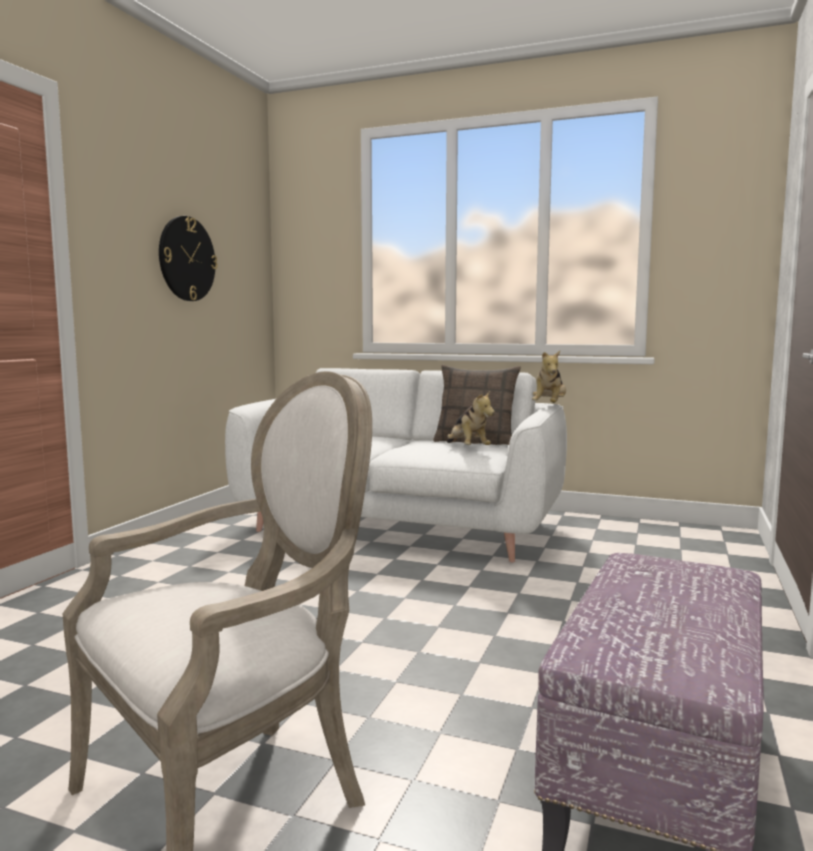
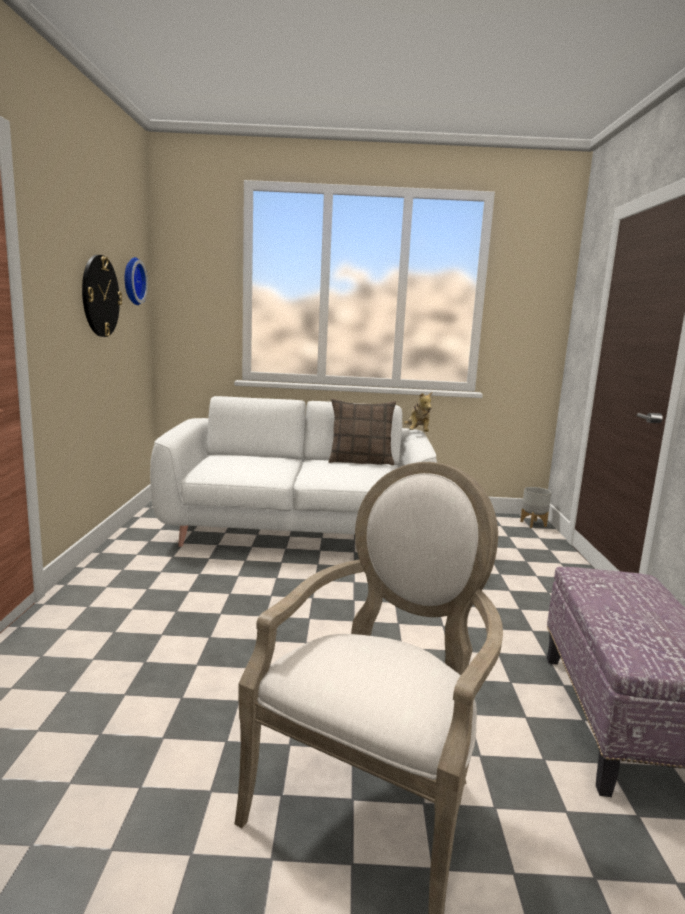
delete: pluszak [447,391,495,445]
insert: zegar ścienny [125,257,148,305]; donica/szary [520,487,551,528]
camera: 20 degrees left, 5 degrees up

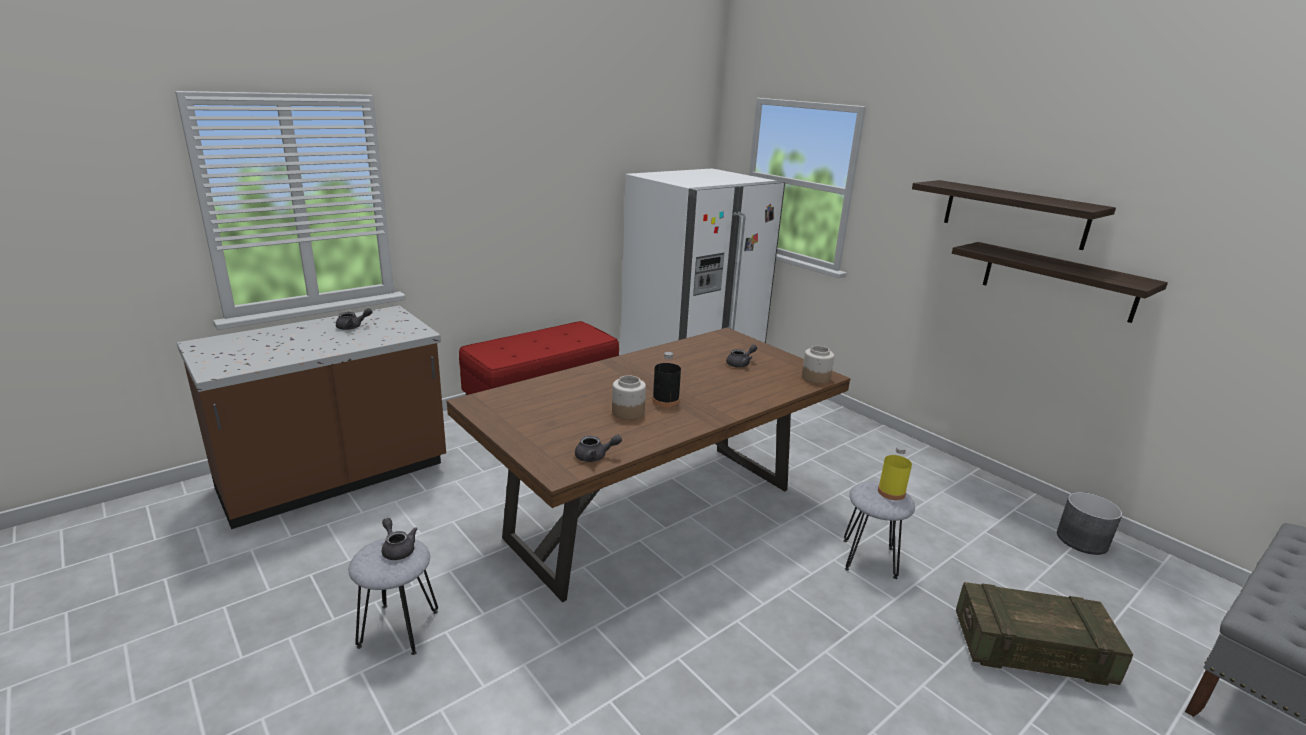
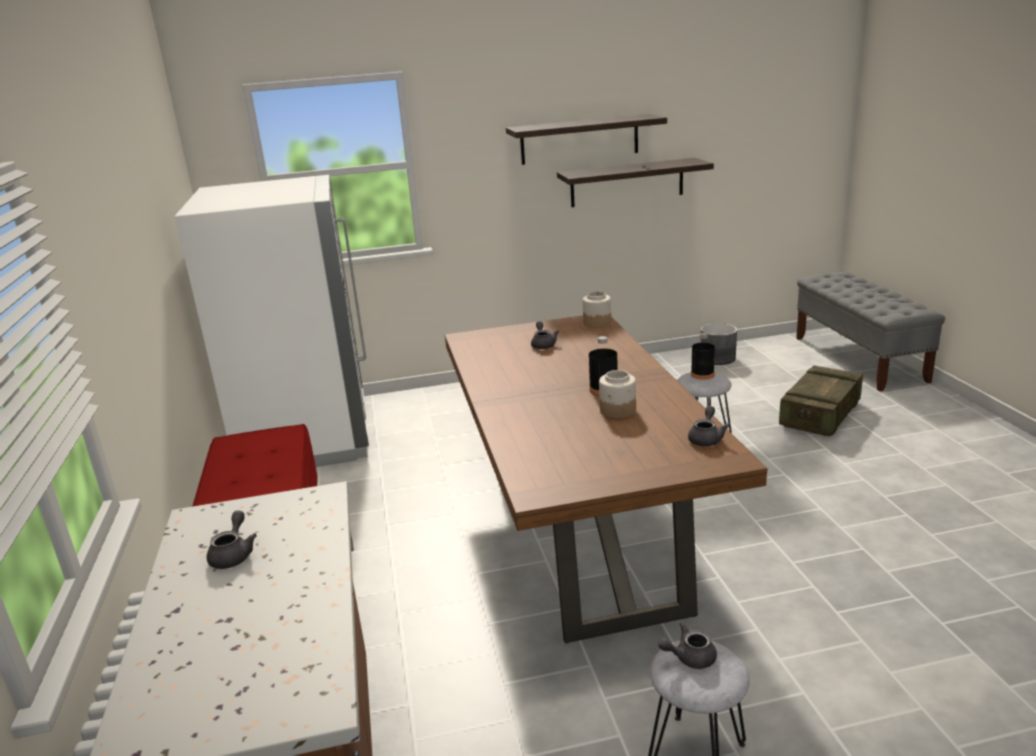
recolor: butelka/żółty [878,446,912,500] to butelka/czarny [691,333,715,380]
camera: 60 degrees left, 0 degrees up

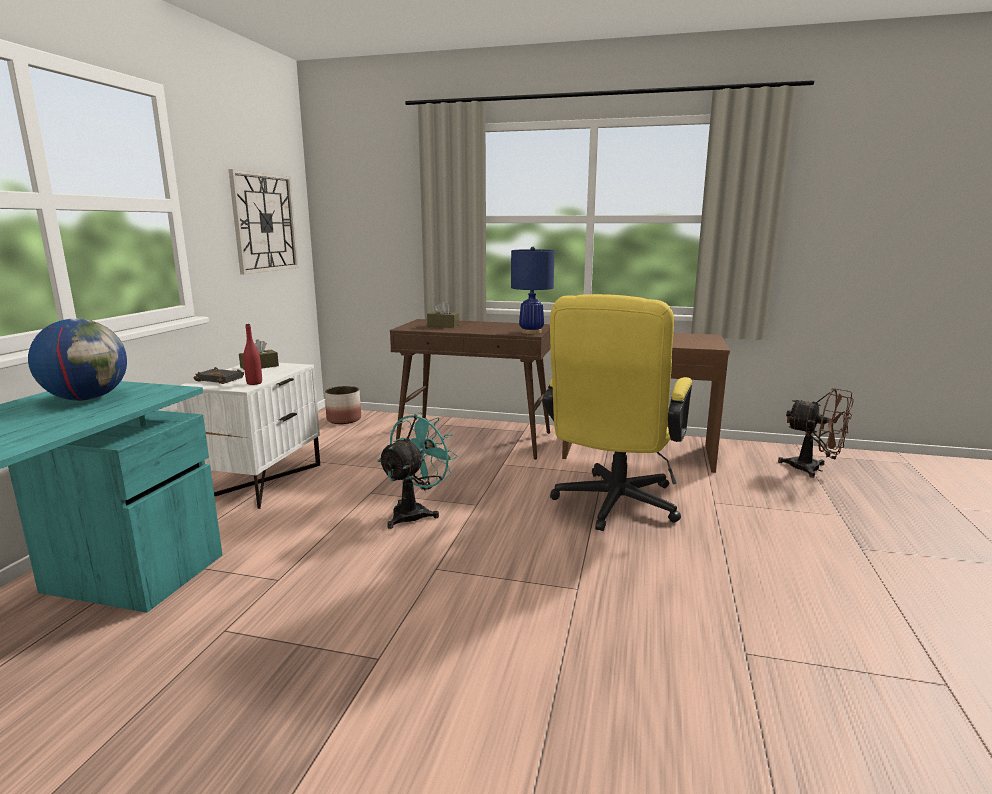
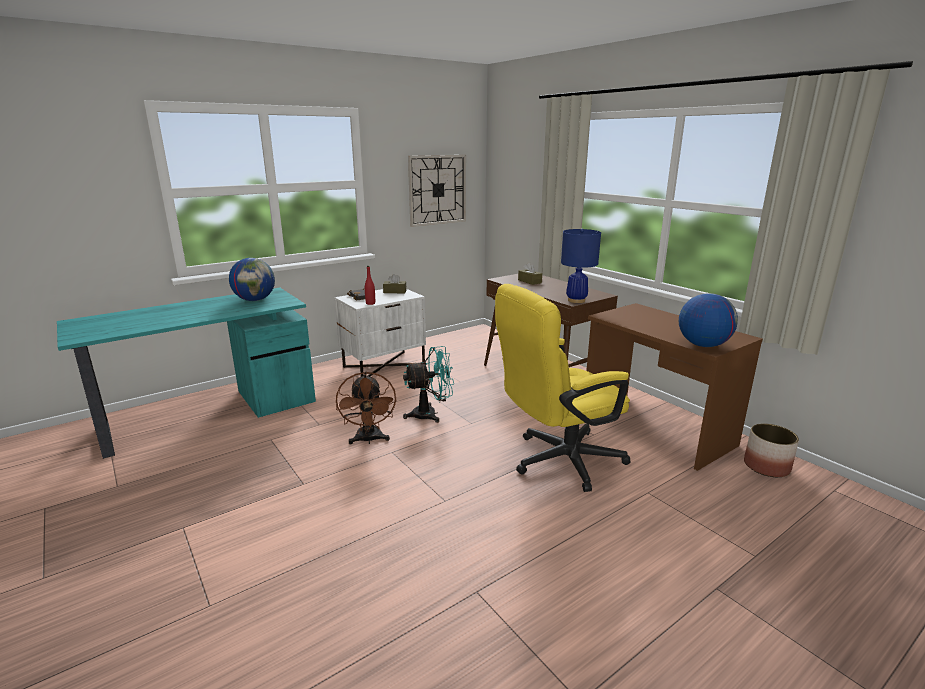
insert: globus [679,293,738,347]
move: donica [325,386,361,424] to [744,423,799,477]; wentylator/brązowy [778,388,854,478] to [336,372,397,444]
camera: 40 degrees right, 5 degrees up

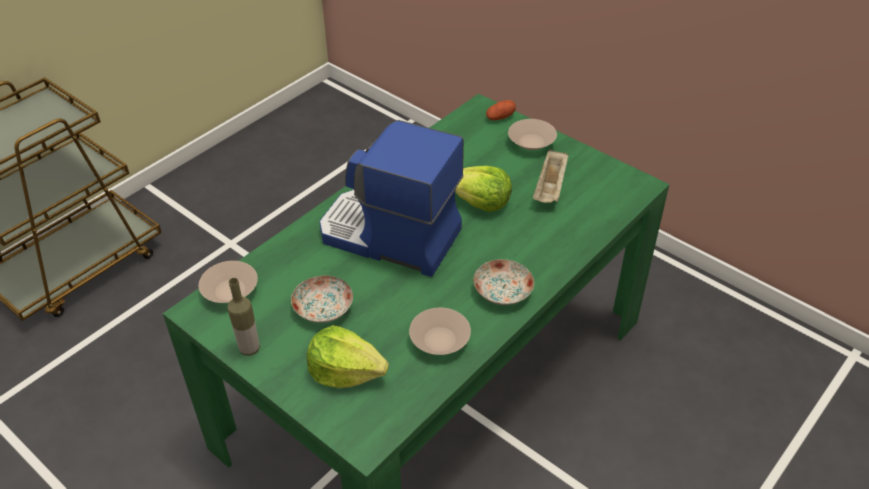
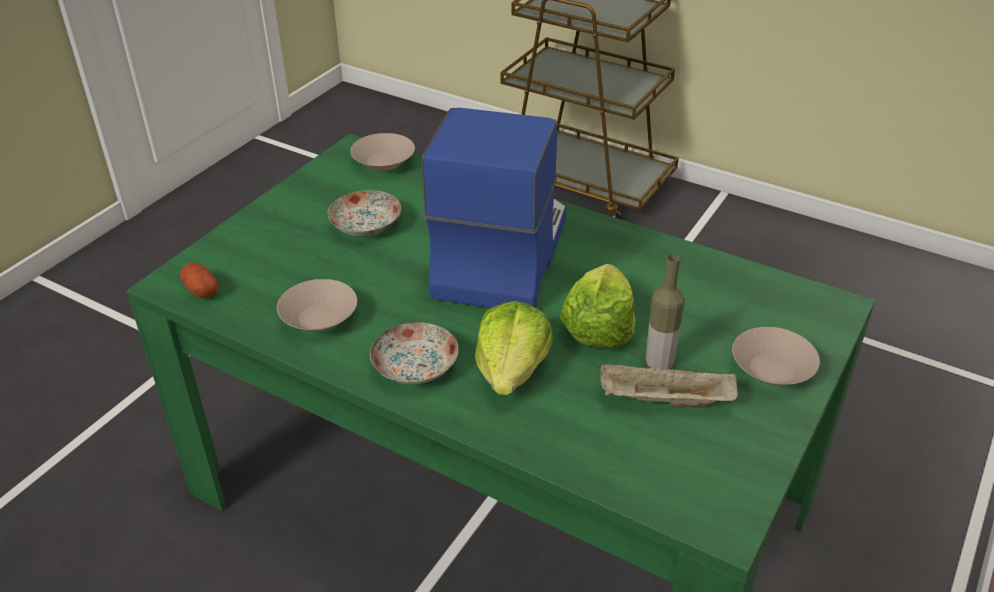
move: butelka [227,278,260,355] to [646,254,685,370]; sałata [307,325,389,388] to [475,301,553,395]; ziemniak [486,100,516,121] to [180,263,219,298]
camera: 80 degrees right, 5 degrees down

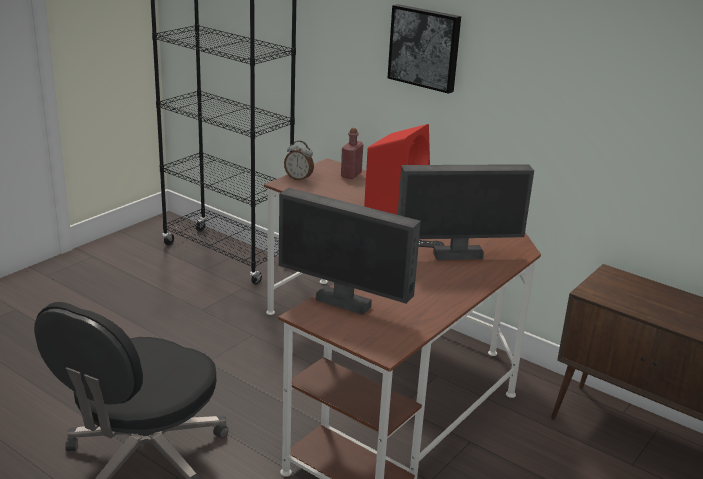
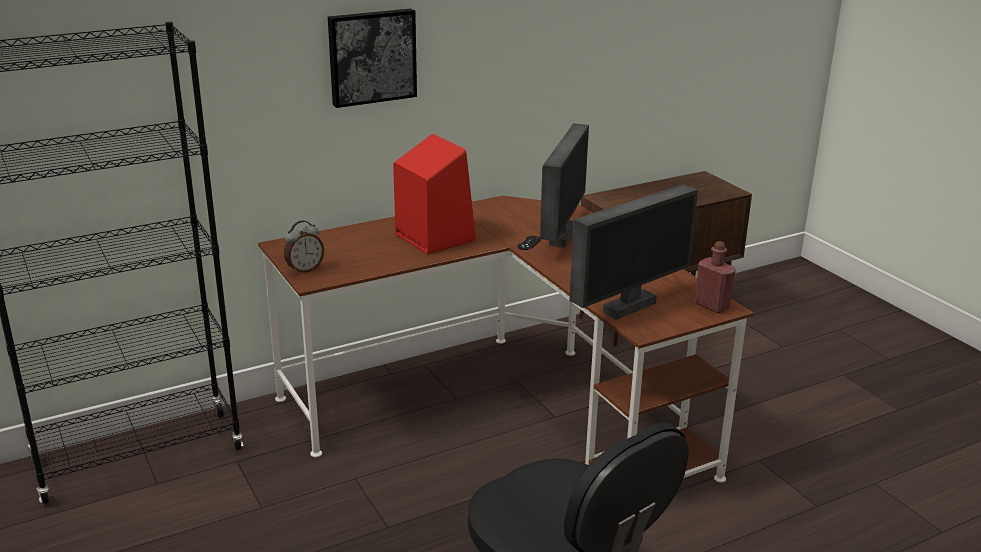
move: butelka/czerwony [341,128,363,179] to [695,241,736,313]
camera: 65 degrees left, 0 degrees up

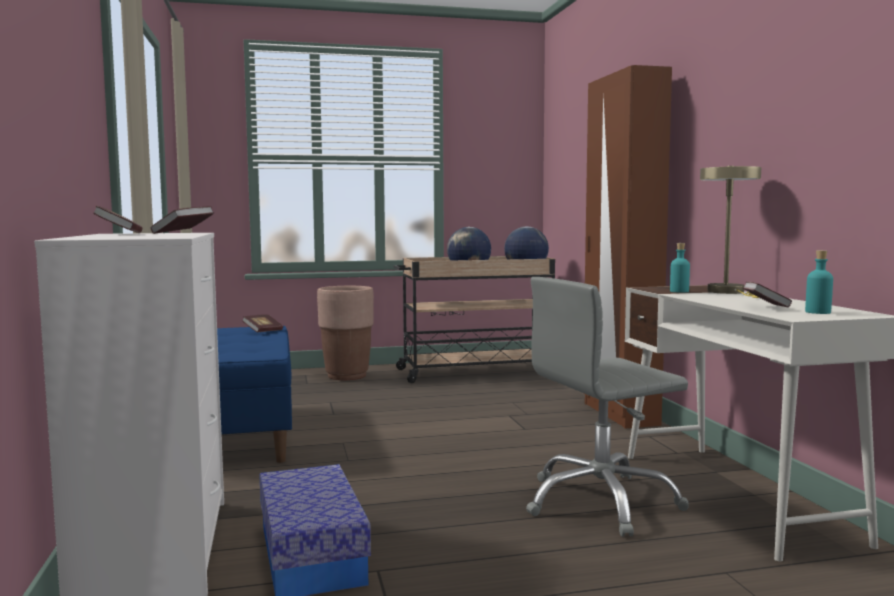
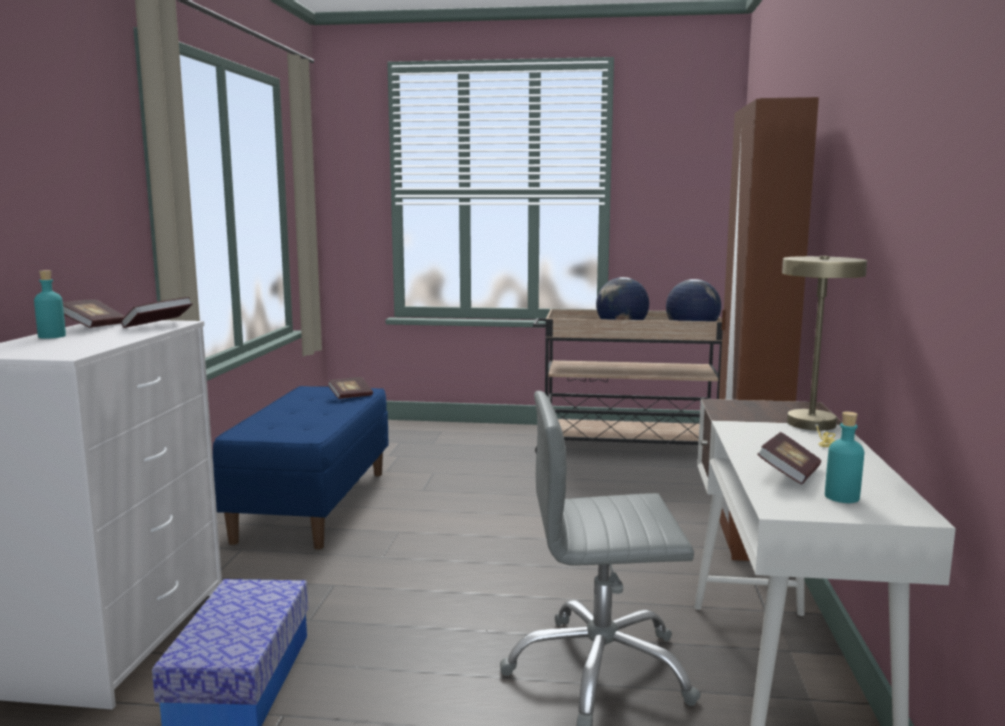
delete: donica/brązowy [317,286,374,380]
move: butelka/turkusowy [670,243,690,293] to [34,270,66,339]
camera: 20 degrees right, 5 degrees up

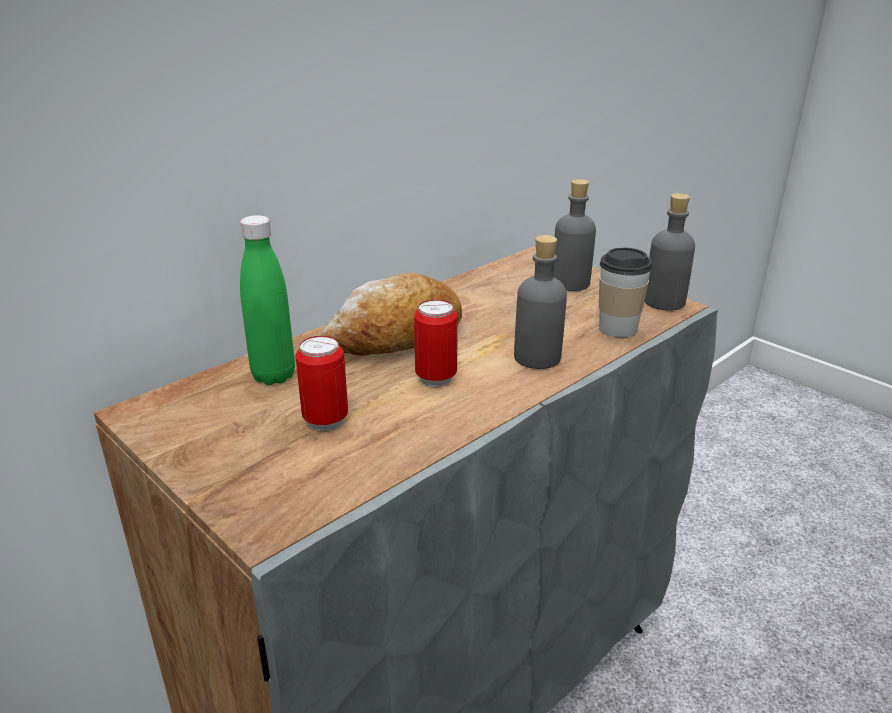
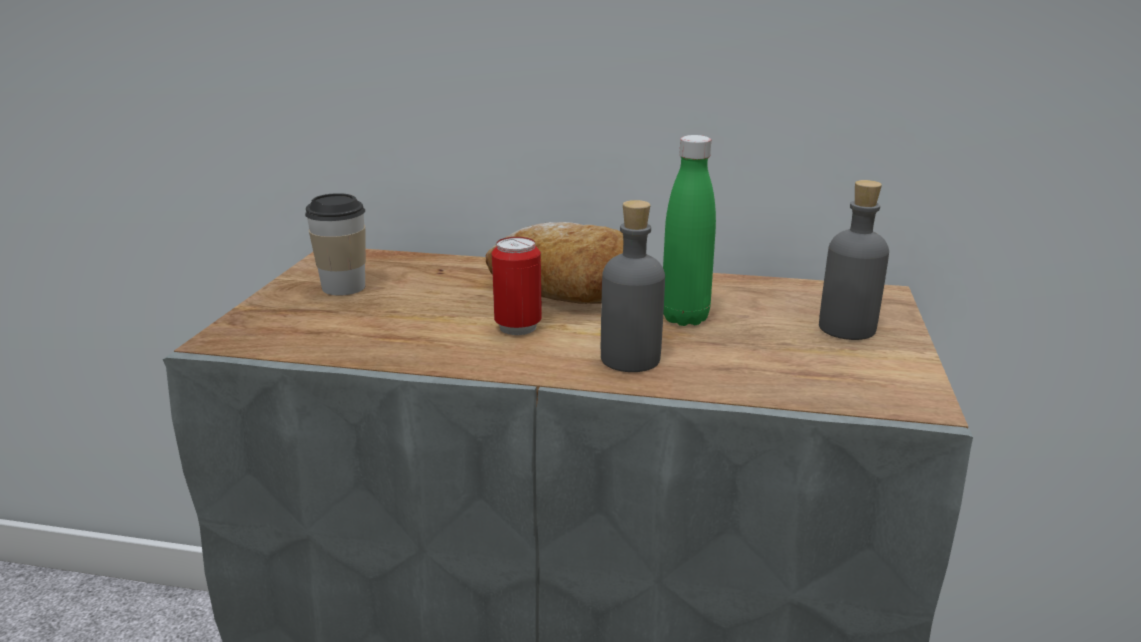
delete: puszka [296,336,348,431]; butelka/szary [645,193,695,311]
move: butelka/zielony [240,215,295,385] to [663,135,716,326]; filiżanka [599,248,652,337] to [305,193,366,295]
camera: 55 degrees right, 5 degrees down

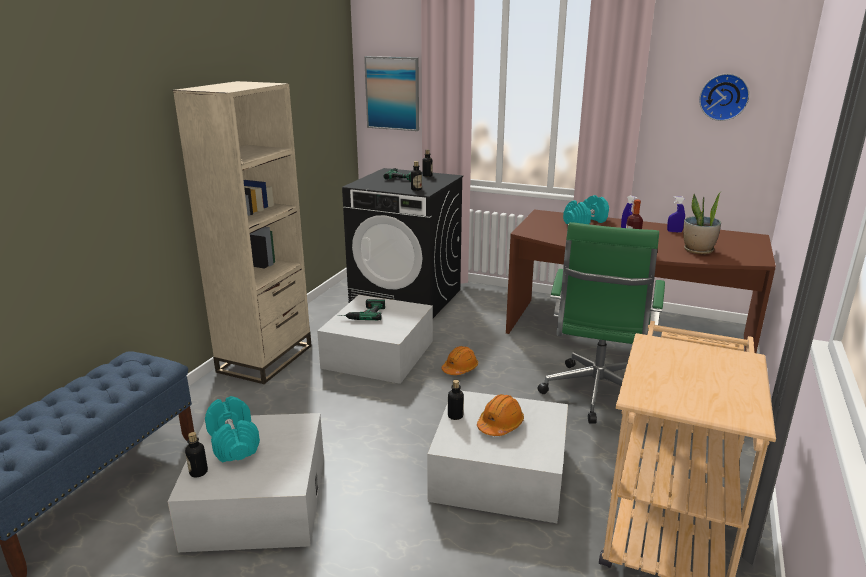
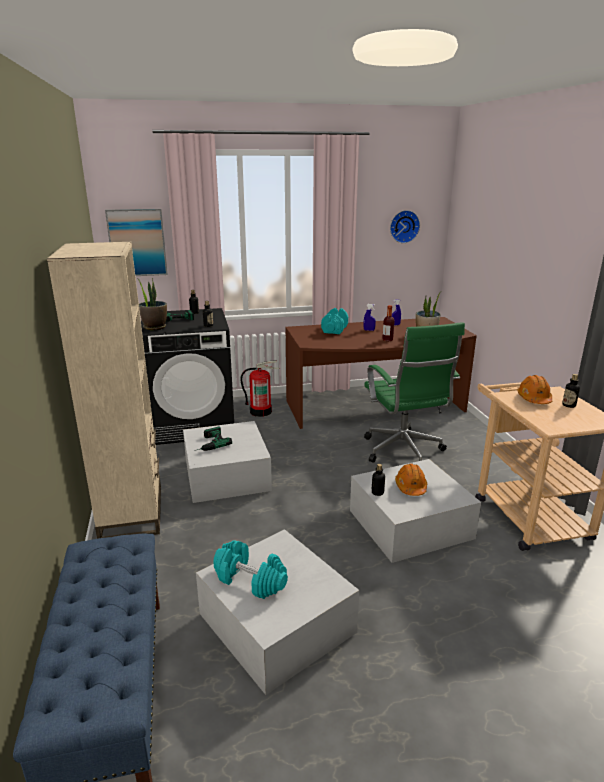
insert: roślina doniczkowa [136,277,167,330]; gaśnica [240,361,280,417]
move: butelka [185,432,208,477] to [562,374,580,408]; kask/pomarańczowy [442,346,478,375] to [517,375,552,404]
camera: 35 degrees left, 0 degrees up

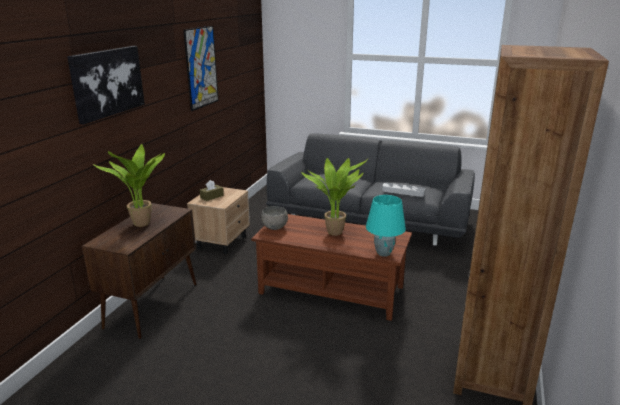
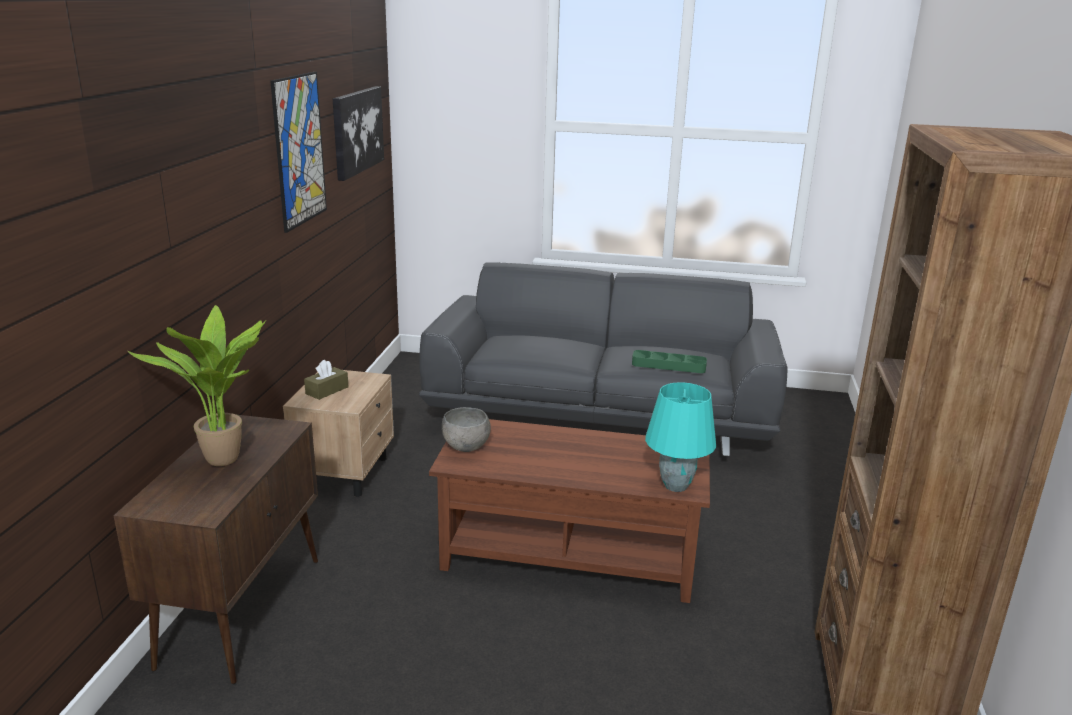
delete: roślina doniczkowa [301,158,369,236]
move: obraz [67,46,145,124] to [333,86,384,181]
recolor: taca/szary [382,183,425,197] to taca/zielony [632,350,707,373]
camera: 10 degrees left, 0 degrees up

